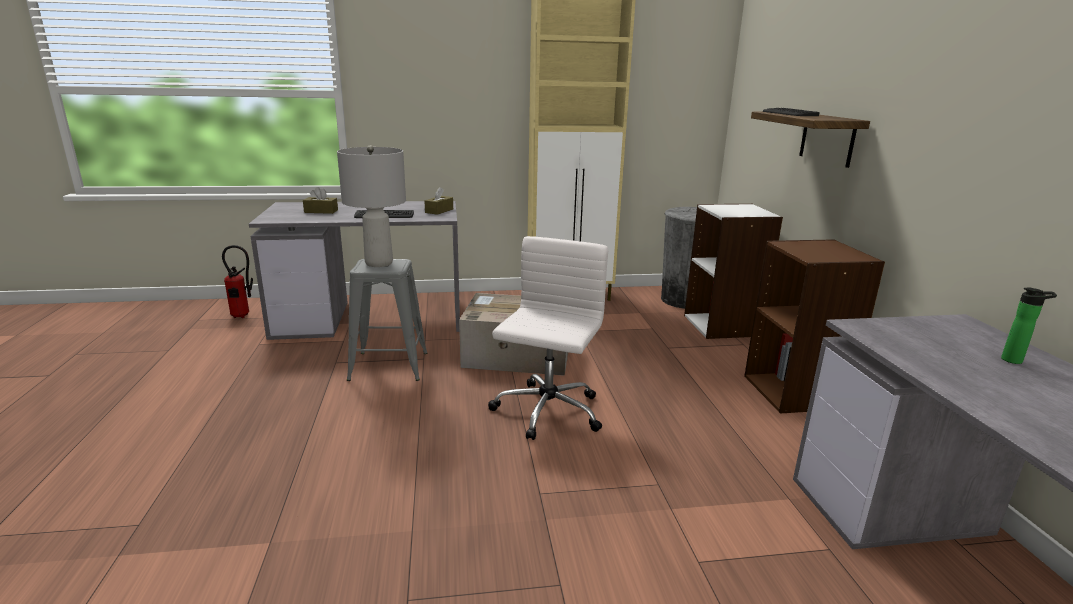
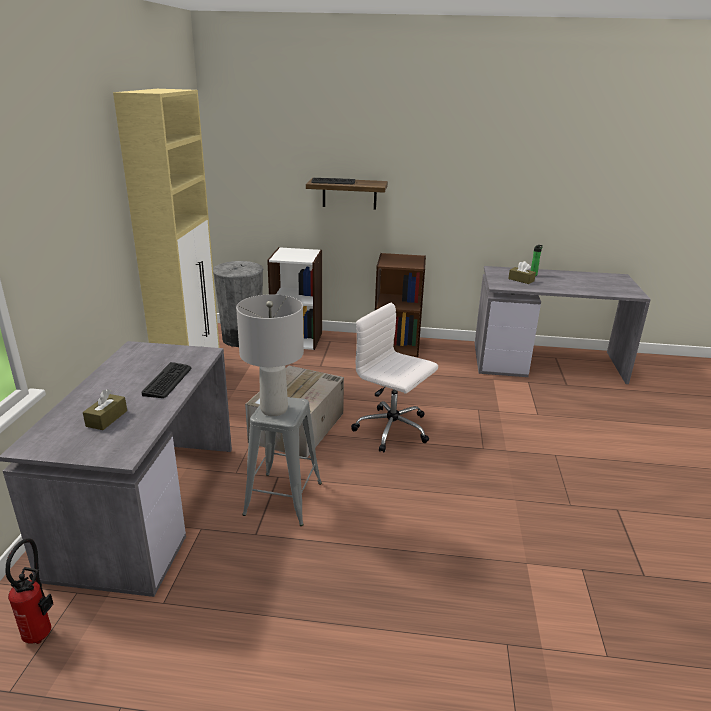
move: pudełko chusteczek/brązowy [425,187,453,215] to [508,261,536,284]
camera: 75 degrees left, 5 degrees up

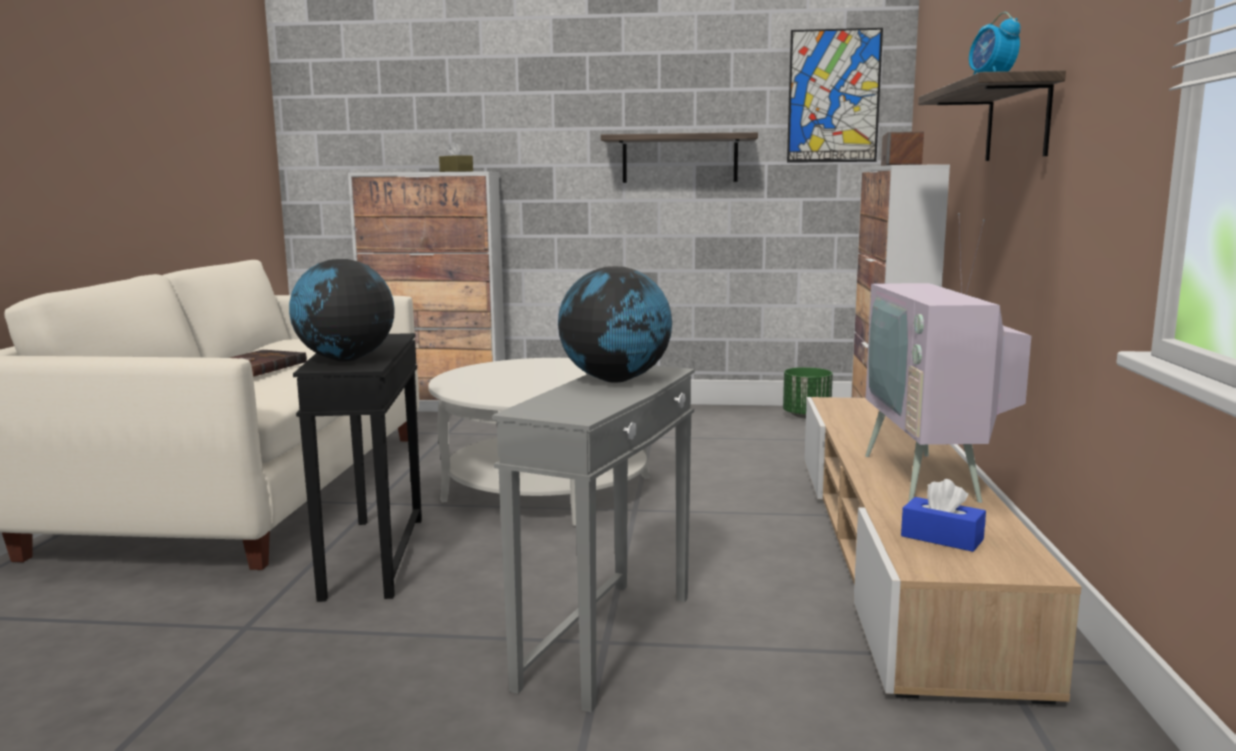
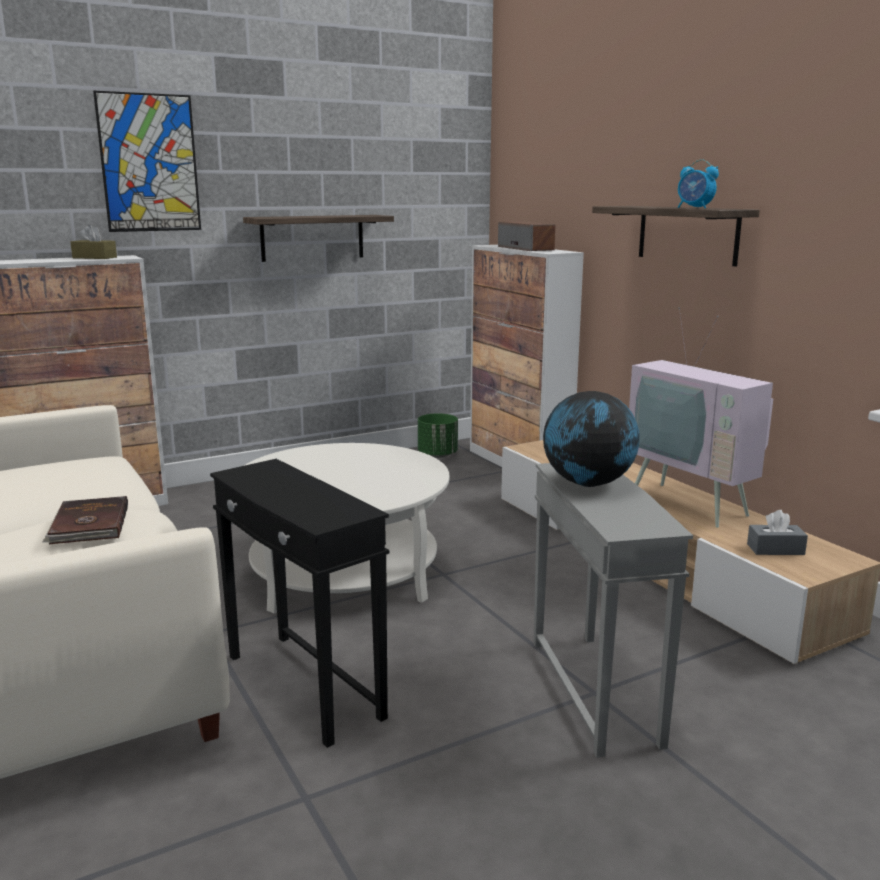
delete: globus [289,259,395,362]
move: obraz [787,28,883,163] to [93,91,201,232]
recolor: pudełko chusteczek/niebieski [901,479,986,552] to pudełko chusteczek/szary [747,510,808,555]
camera: 35 degrees left, 5 degrees up

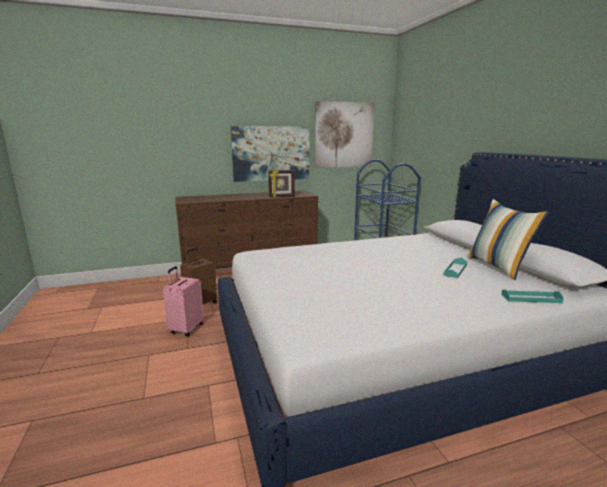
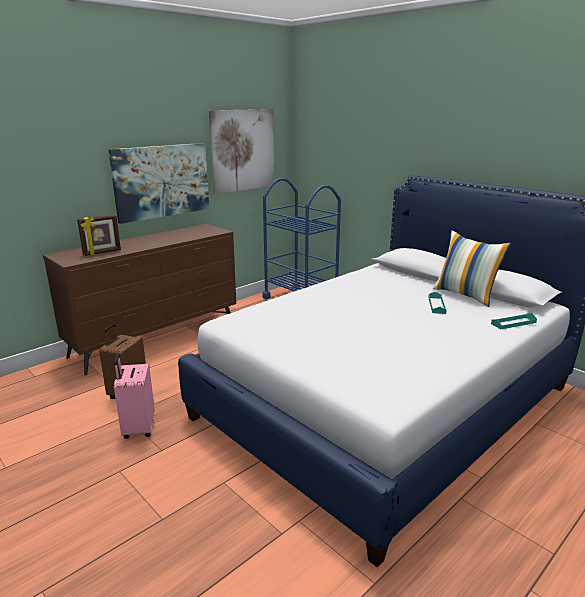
move: ramka na zdjęcie [268,170,295,197] to [77,214,121,256]
camera: 25 degrees left, 5 degrees up

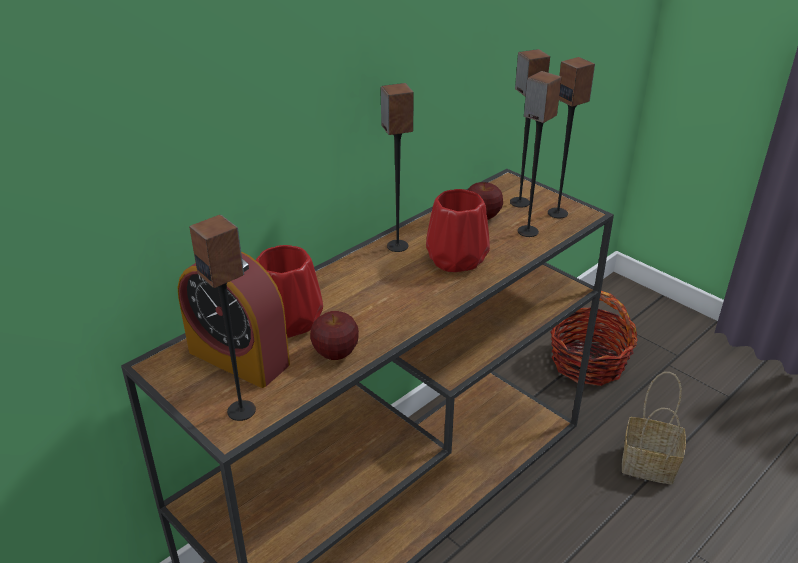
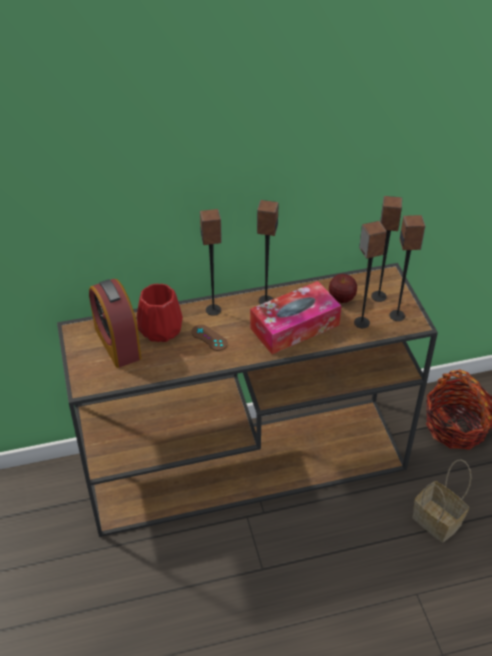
delete: jabłko [310,311,359,360]
insert: pad do gier/brązowy [191,325,228,351]
move: głośnik [189,215,256,421] to [200,209,222,316]
replace: wazon/czerwony [426,189,490,272] to pudełko chusteczek [250,281,341,354]
camera: 30 degrees right, 10 degrees up

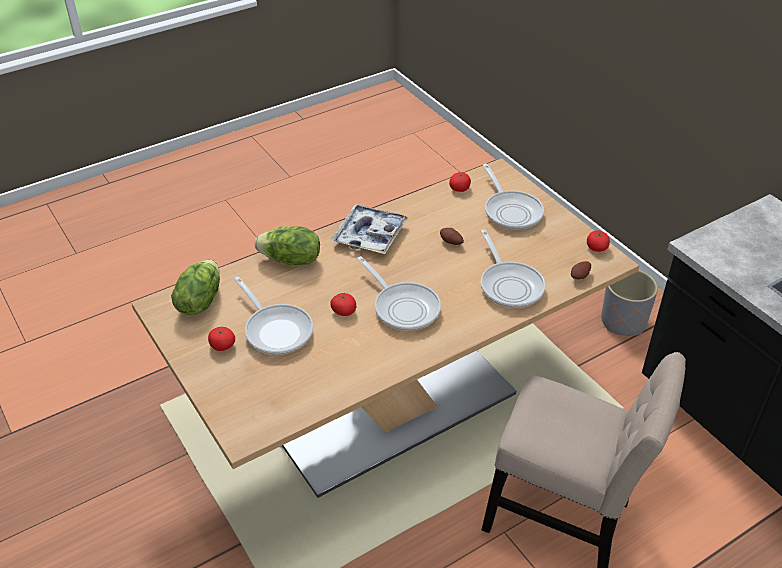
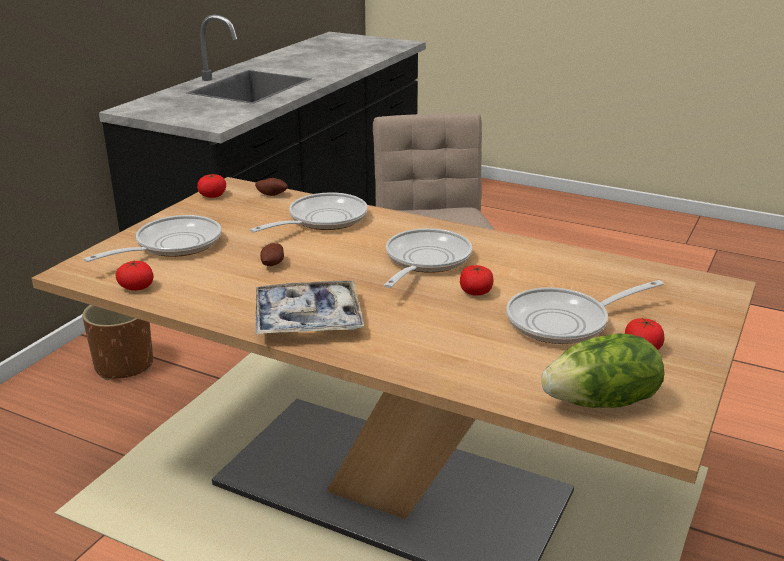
delete: sałata [255,226,320,265]
recolor: donica/szary [601,270,658,336] to donica/brązowy [82,305,153,380]
rotate: patelnia [234,276,313,355] = [506,280,664,344] 135 degrees counterclockwise
camera: 120 degrees left, 15 degrees down

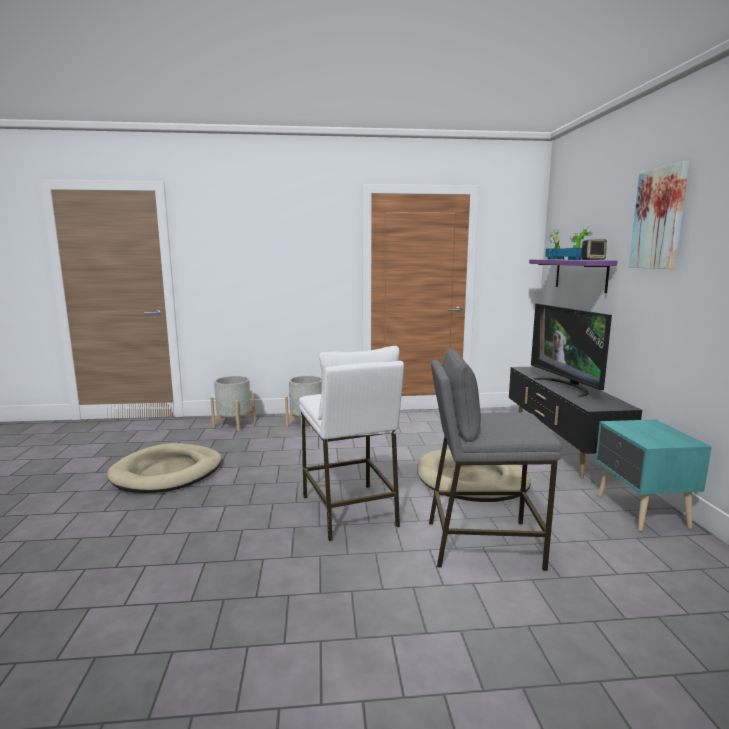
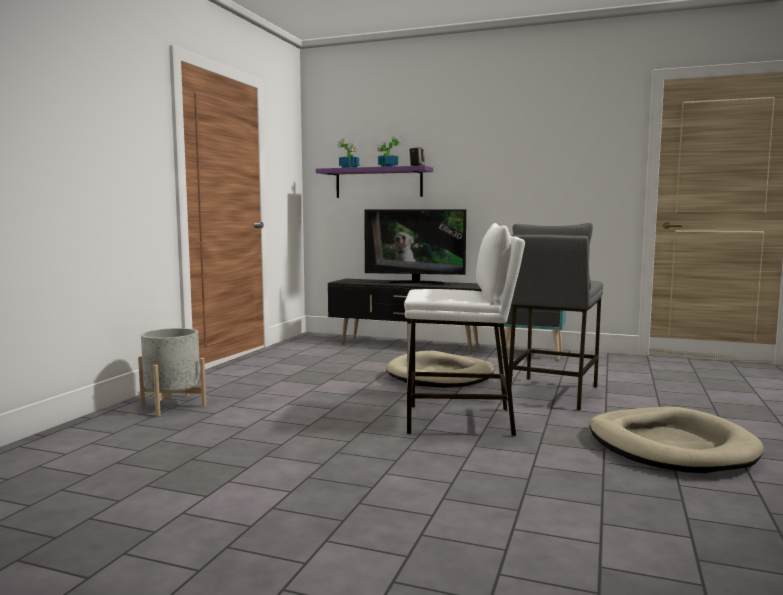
delete: donica/szary [210,376,256,431]; obraz [629,161,689,269]
move: legowisko/beżowy [107,443,222,493] to [589,407,764,473]
camera: 65 degrees left, 5 degrees down

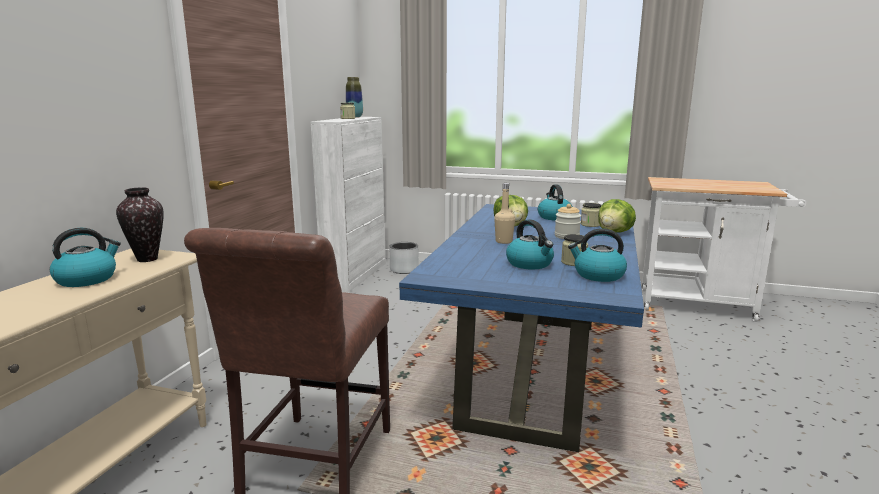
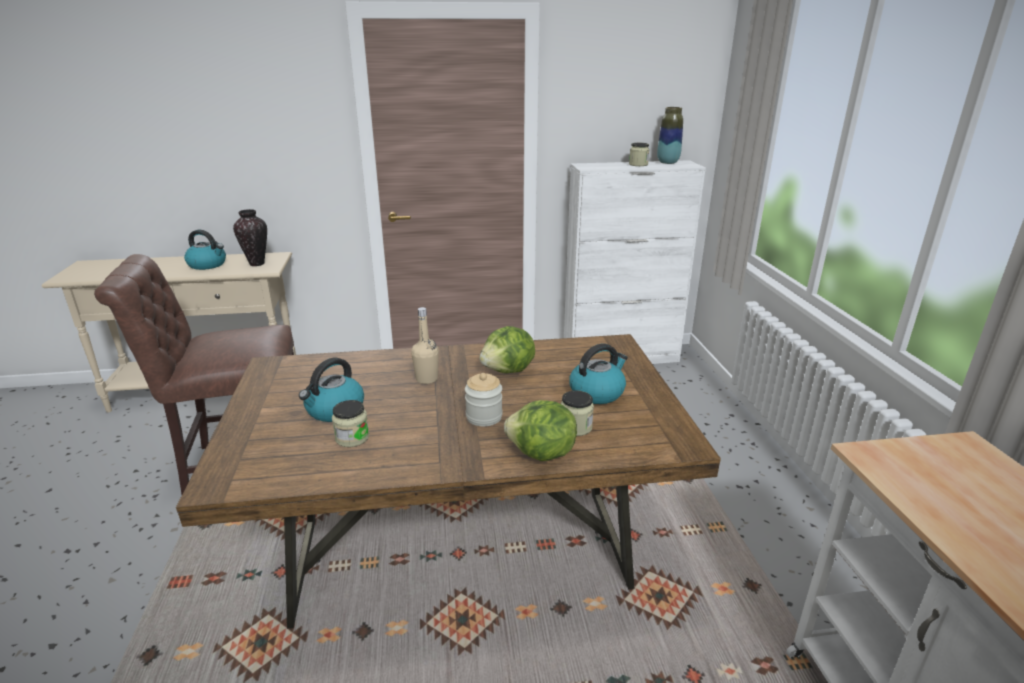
delete: donica/szary [390,242,419,274]; czajnik [568,228,627,282]
recolor: stół jadalny/niebieski [399,204,644,452] to stół jadalny/brązowy [176,334,721,629]
camera: 65 degrees right, 10 degrees up

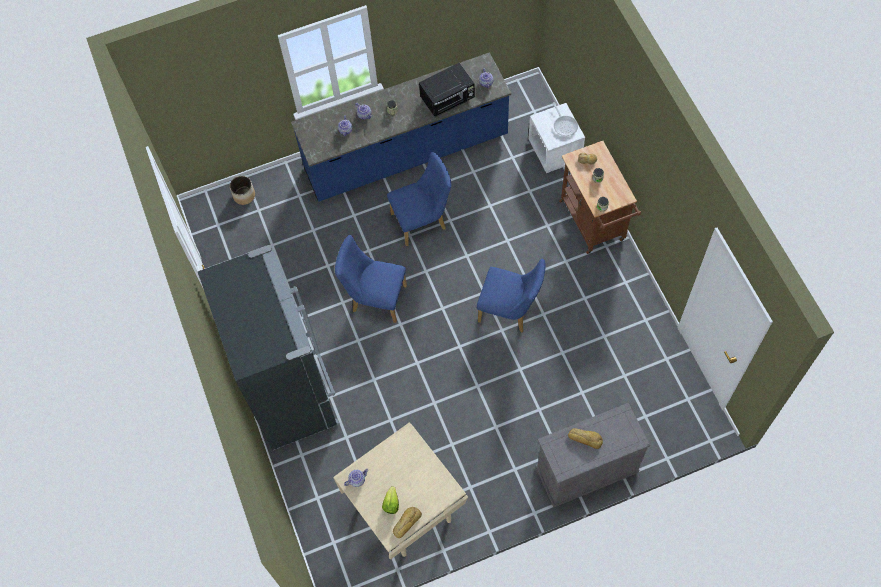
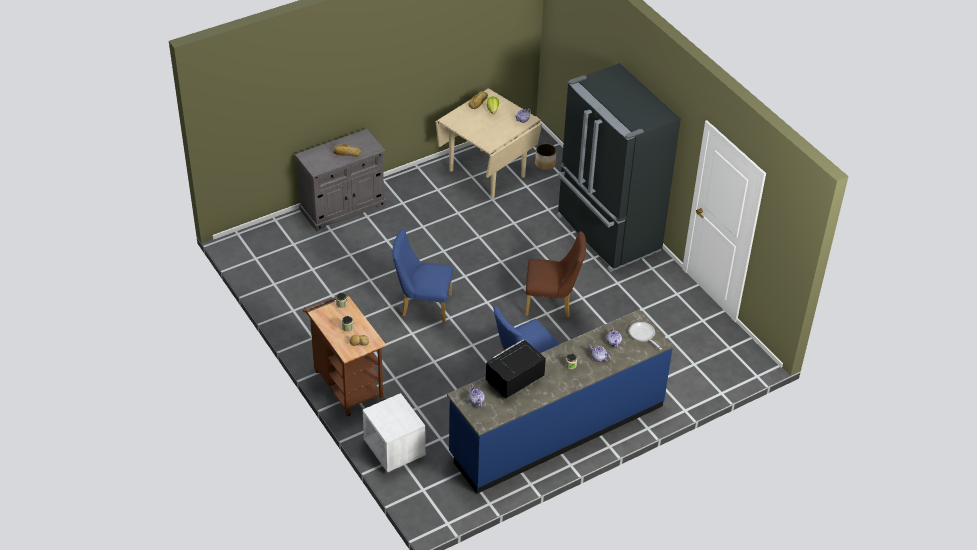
move: donica [229,176,255,205] to [535,144,556,170]; patelnia [553,102,578,136] to [629,322,662,350]
recolor: krzesło/niebieski [335,235,407,323] to krzesło/brązowy [525,231,586,318]
camera: 165 degrees right, 20 degrees down

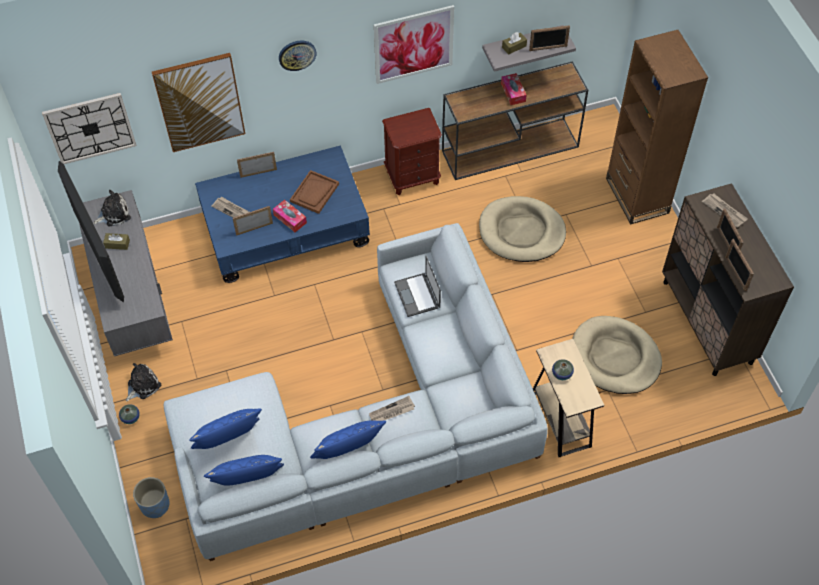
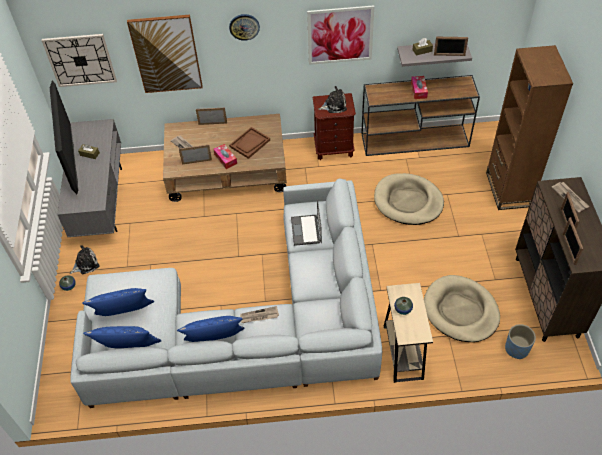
move: pluszak [93,190,131,226] to [318,86,347,113]; donica/niebieski [133,477,170,518] to [505,324,536,359]
recolor: ława/niebieski [195,145,370,283] to ława/brązowy [163,114,287,202]
camera: 15 degrees right, 5 degrees down

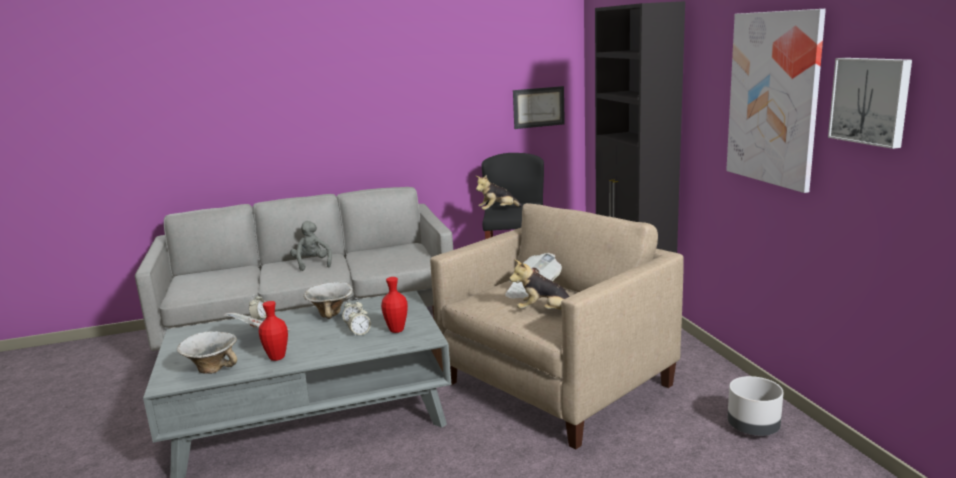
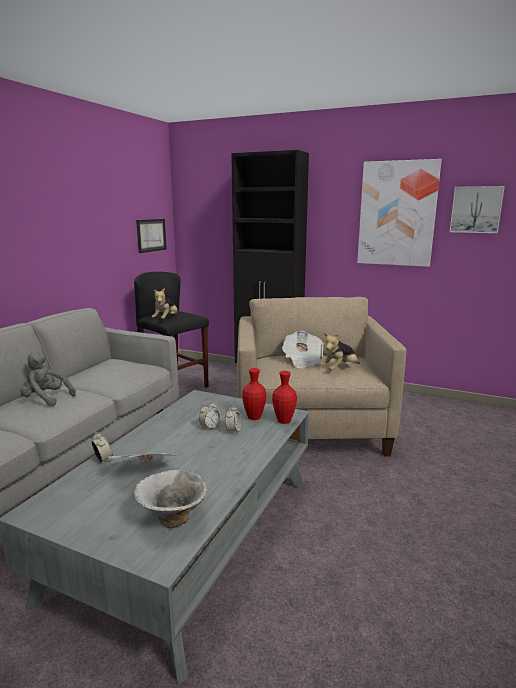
delete: miska [304,282,353,319]; donica/szary [727,376,783,436]
move: wazon/czerwony [258,301,288,361] to [272,371,297,424]
camera: 50 degrees left, 0 degrees up

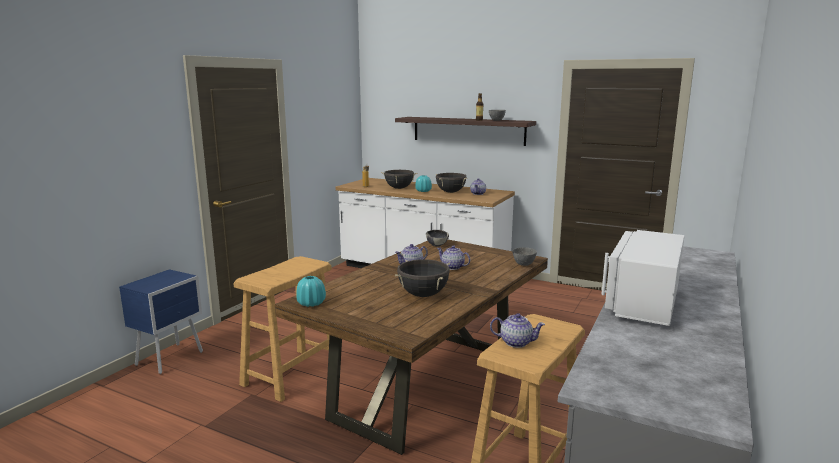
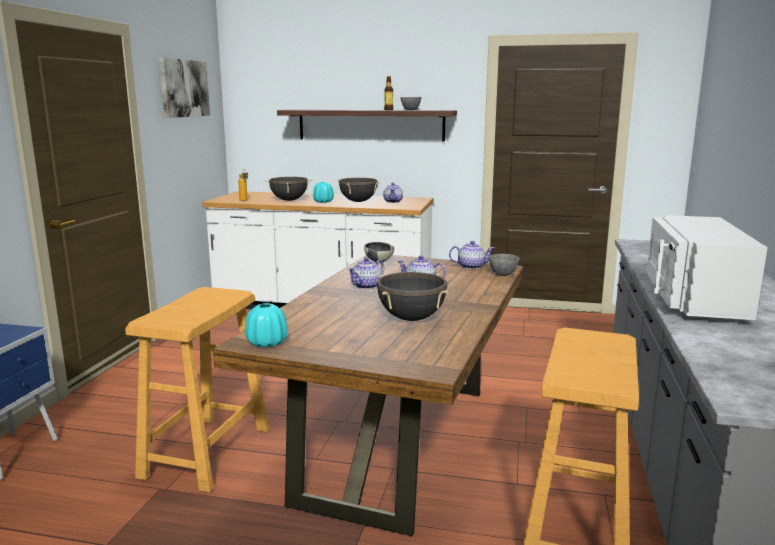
insert: obraz [159,57,210,118]
move: imbryk [490,313,545,348] to [449,241,494,269]
camera: 15 degrees left, 0 degrees up

